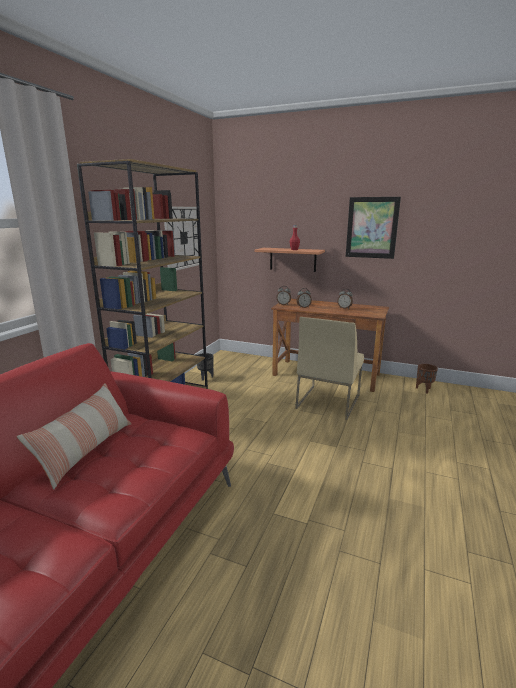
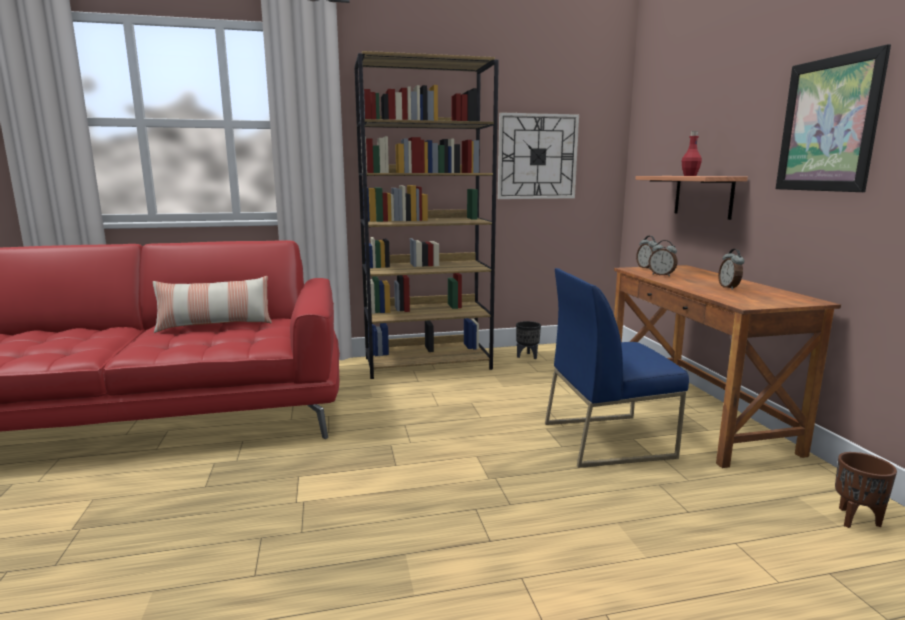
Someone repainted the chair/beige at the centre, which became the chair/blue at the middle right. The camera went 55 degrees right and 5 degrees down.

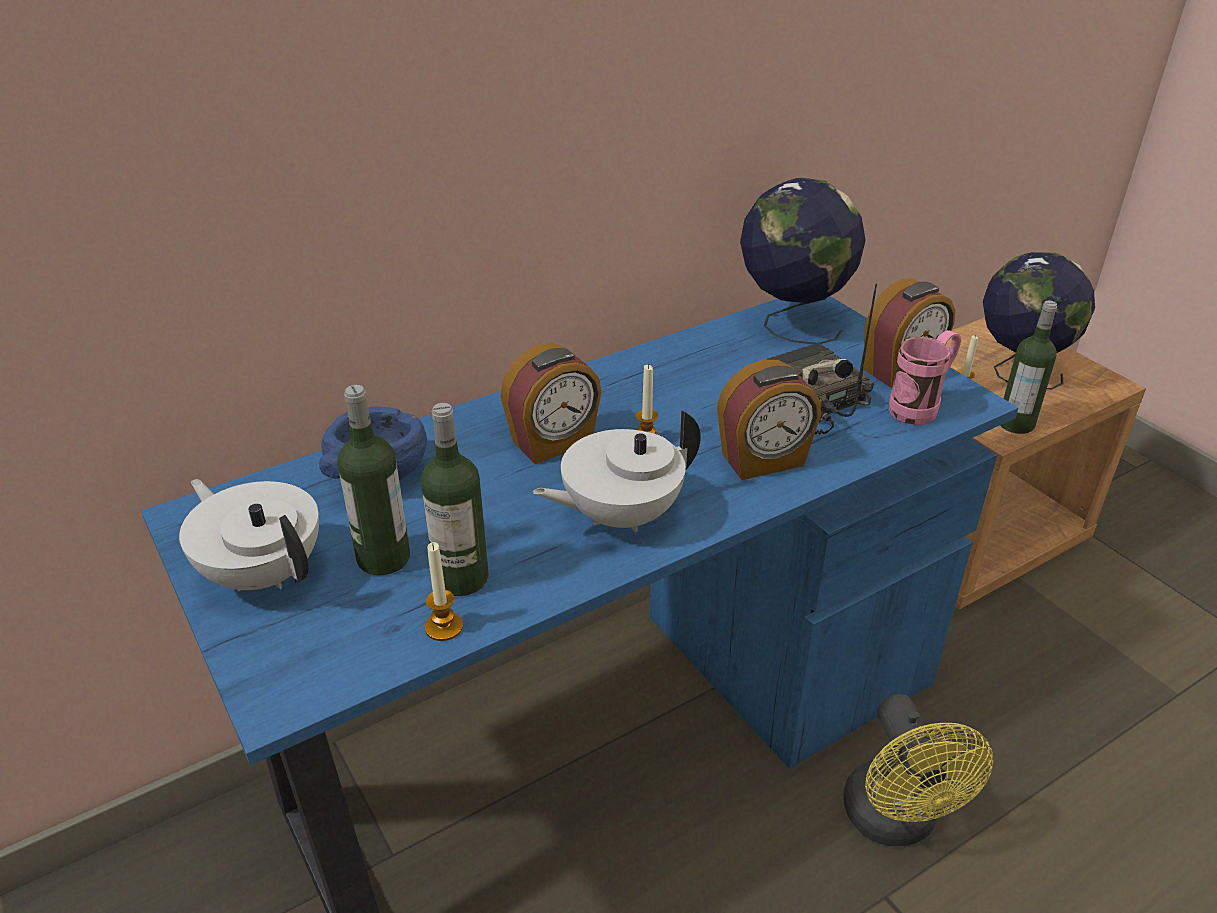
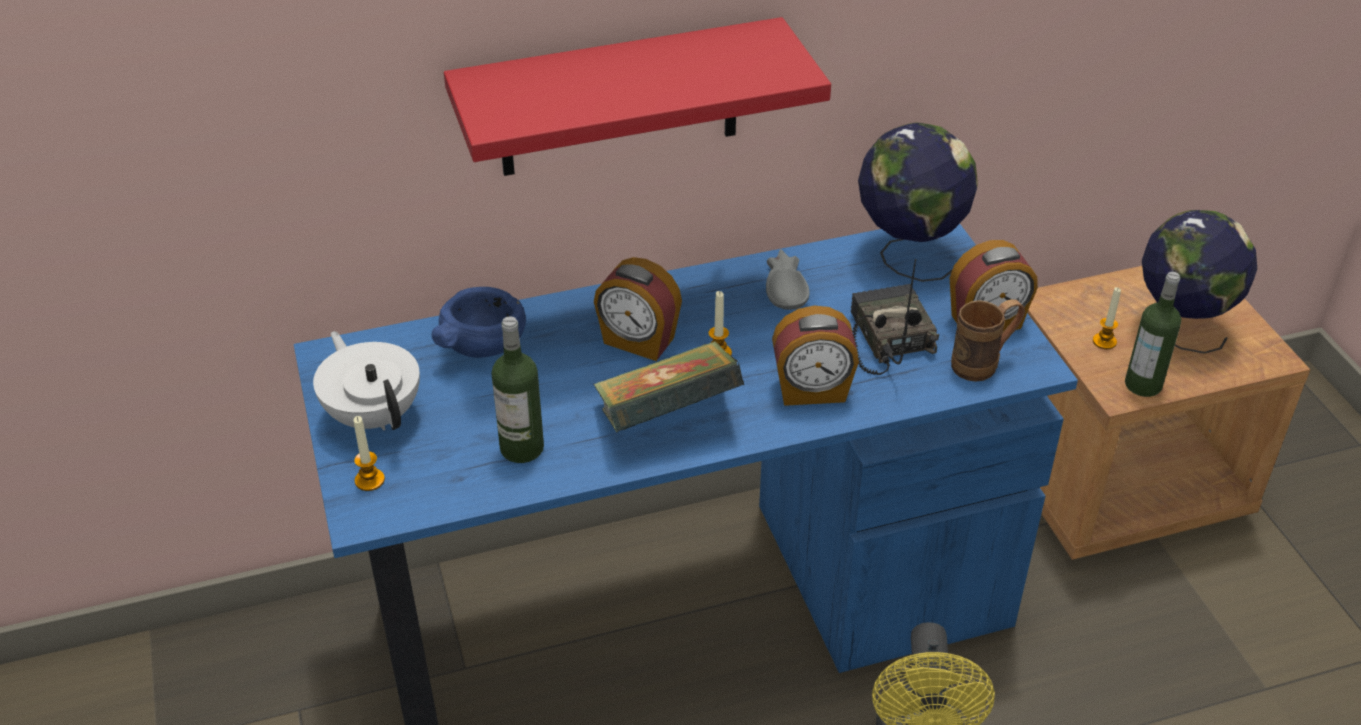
Someone took away the bottle (1st from left) at the middle left. Someone put up the shelf/red at the top centre. Someone put down the bowl/grey at the centre. Someone carried the candle (1st from left) from the centre to the middle left. Someone swapped the teapot/white (2nd from left) at the centre for the book at the centre. Someone repainted the mug/pink at the middle right, which became the mug/brown at the middle right. Someone rotated the alarm clock (1st from left) at the centre by 45 degrees clockwise. The camera went 15 degrees right and 5 degrees up.

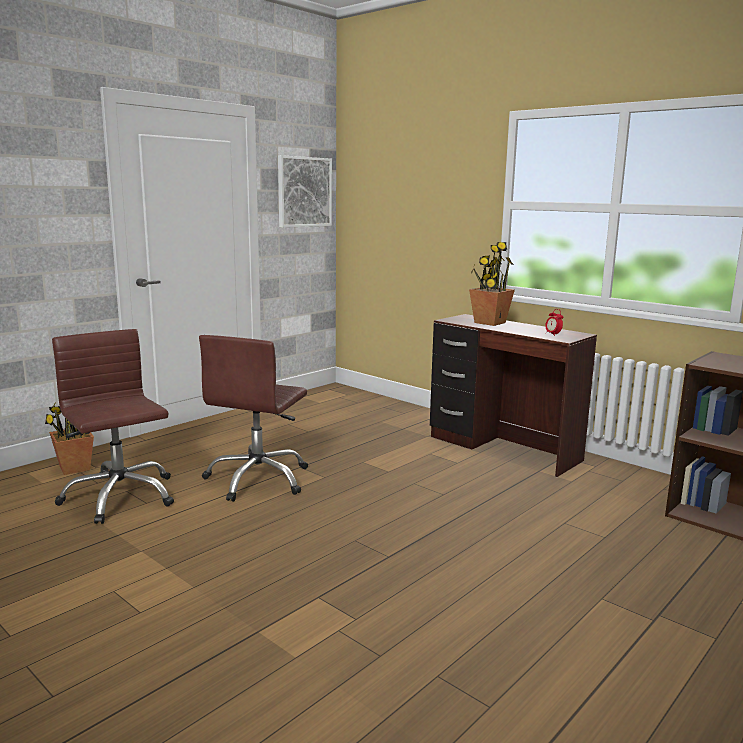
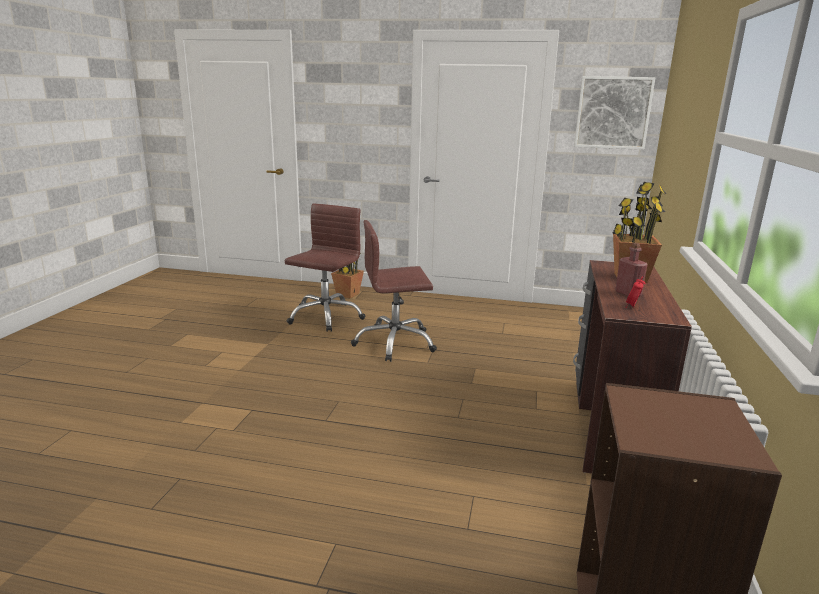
Someone put down the bottle/red at the middle right. The camera went 60 degrees right and 5 degrees up.

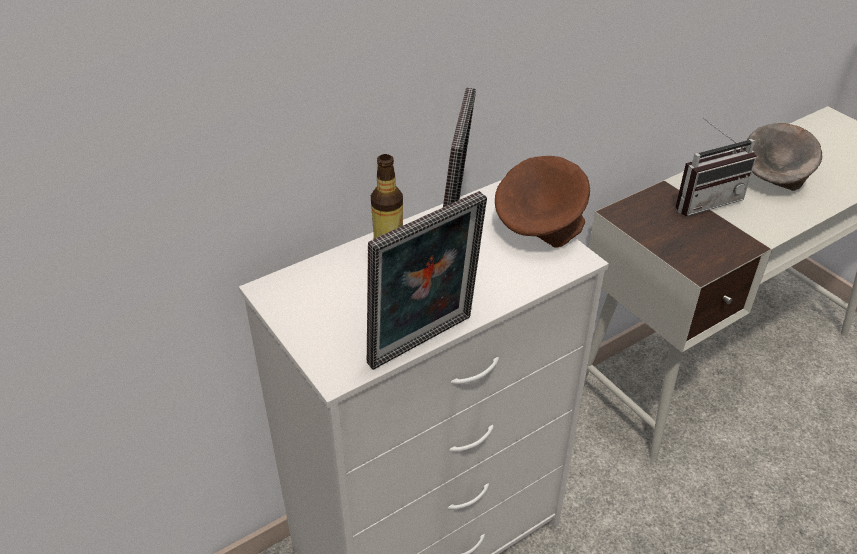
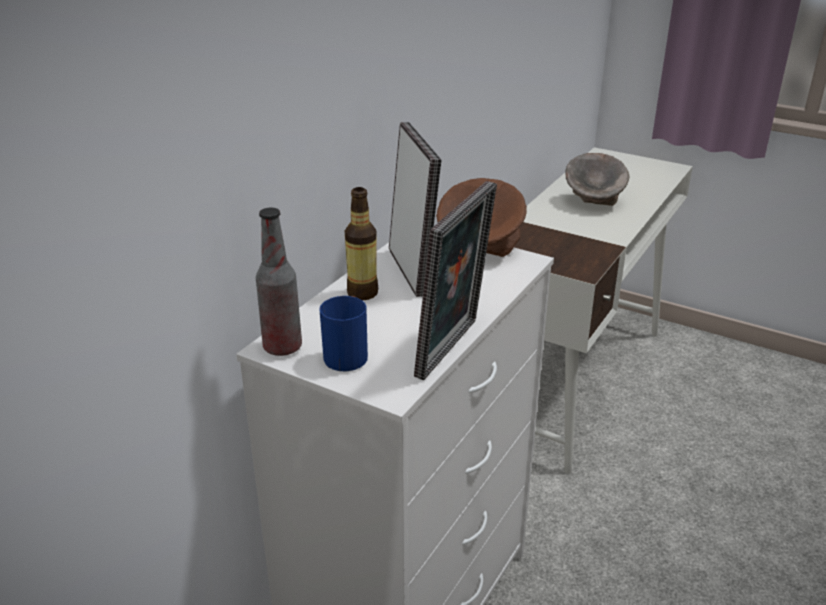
Someone took away the radio at the top right. Someone put down the bottle (1st from left) at the centre. Someone put down the mug/blue at the centre. The camera went 25 degrees left and 10 degrees down.

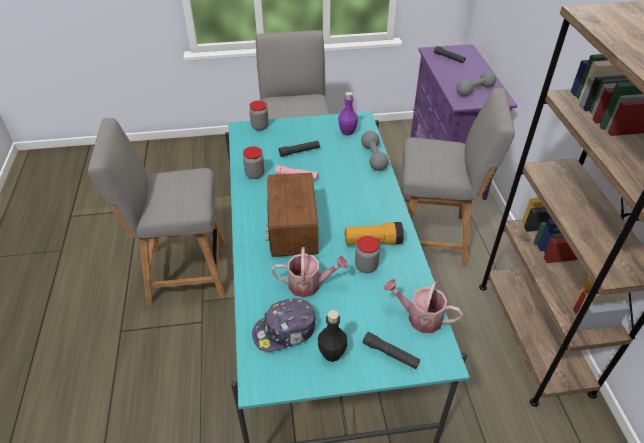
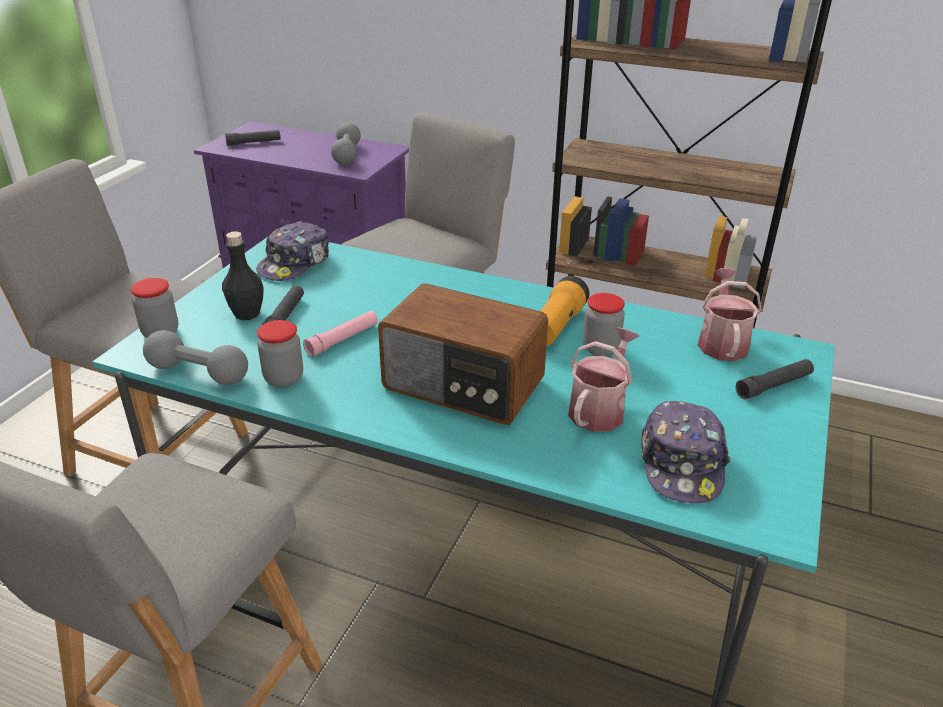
Someone carried the bottle/black from the bottom centre to the middle left. Someone carried the dumbbell/grey (1st from left) from the centre to the middle left. Someone swapped the bottle/purple at the top centre for the cap (1st from left) at the middle left. Someone rotated the watering can (2nd from left) at the bottom centre by 135 degrees clockwise. The camera went 60 degrees left and 10 degrees down.

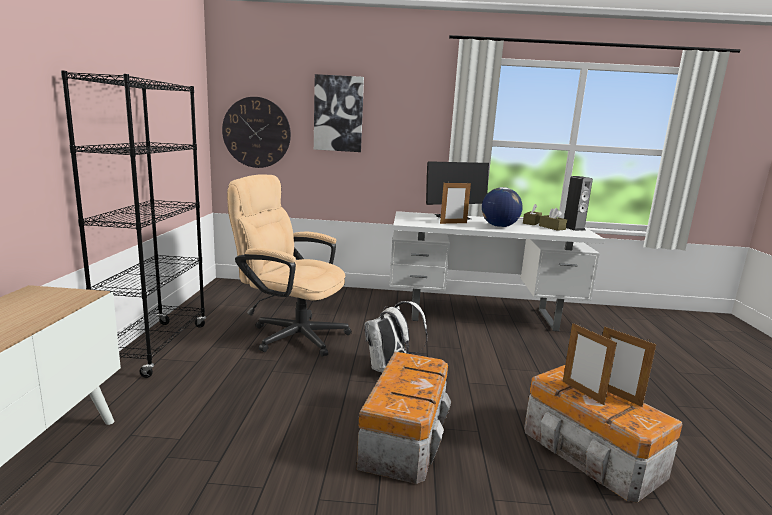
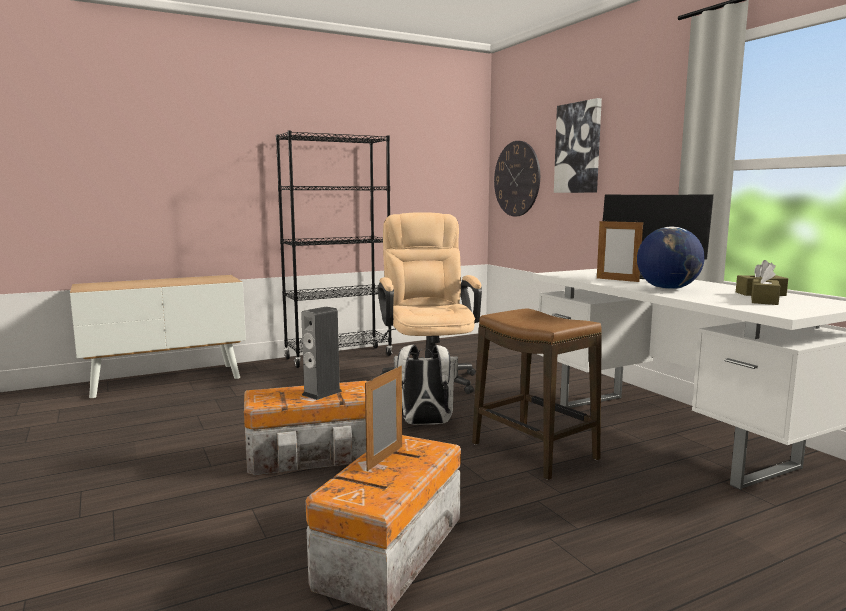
Someone took away the picture frame (3rd from left) at the bottom right. Someone put down the stool at the centre. Someone carried the speaker from the middle right to the centre. The camera went 60 degrees right and 5 degrees down.

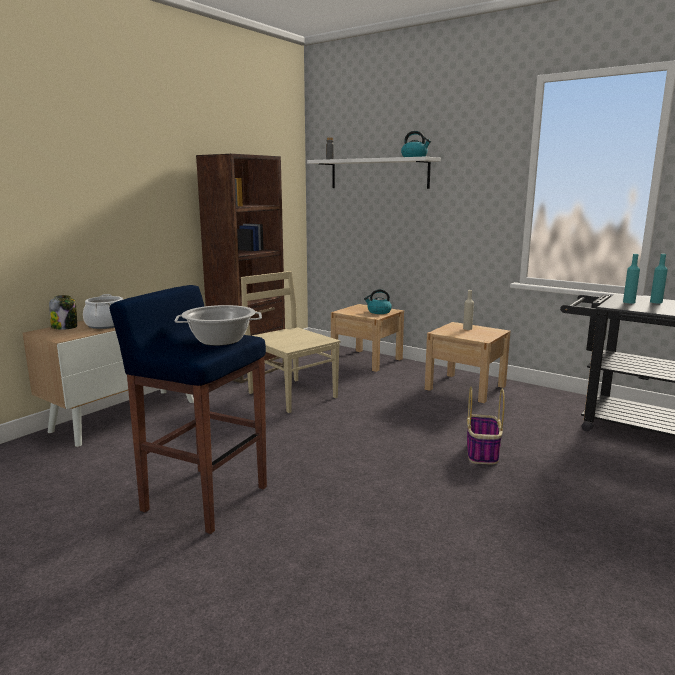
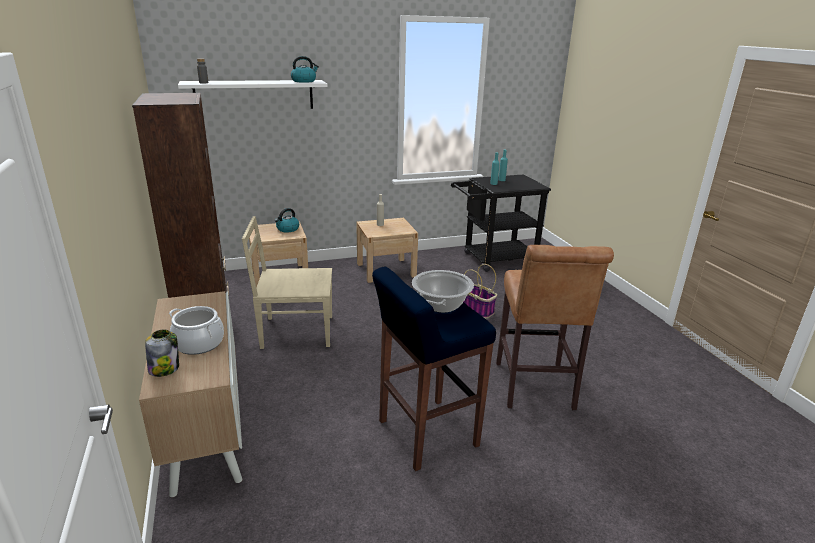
Someone put down the stool/brown at the middle right. The camera went 55 degrees left and 10 degrees up.

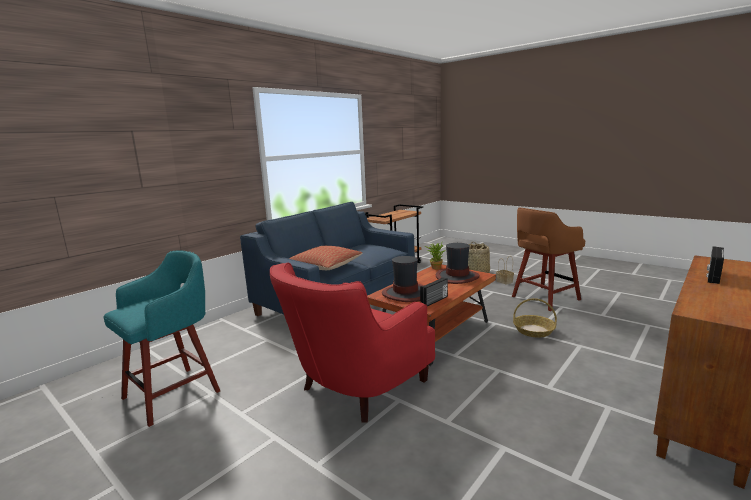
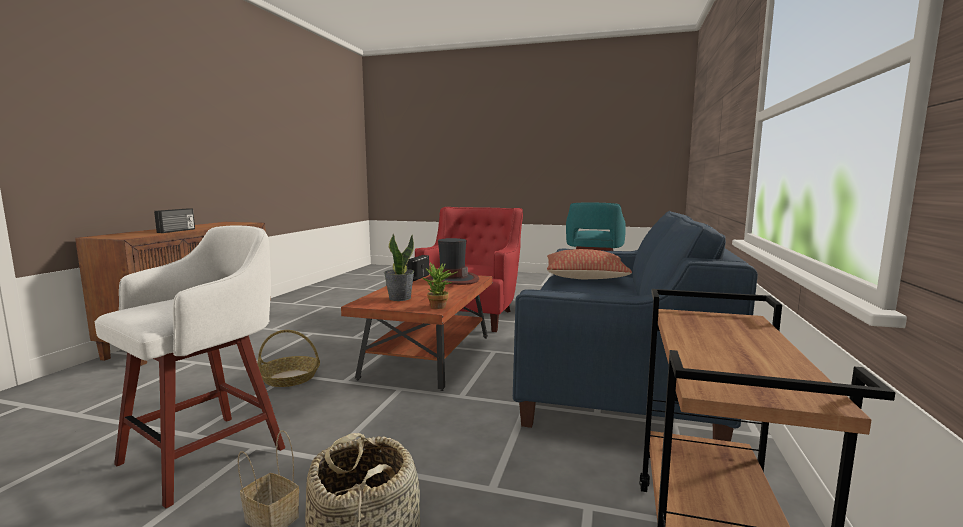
Someone swapped the hat (2nd from left) at the centre for the potted plant (1st from left) at the centre. Someone repainted the stool/brown at the middle right, which became the stool/white at the bottom left. The camera went 155 degrees right and 5 degrees down.

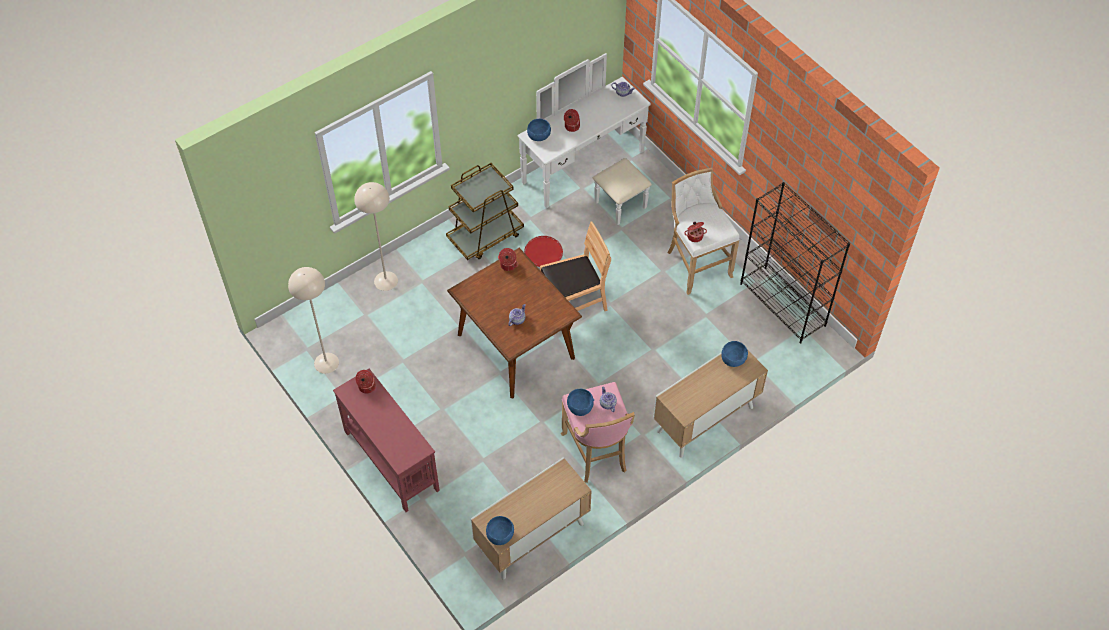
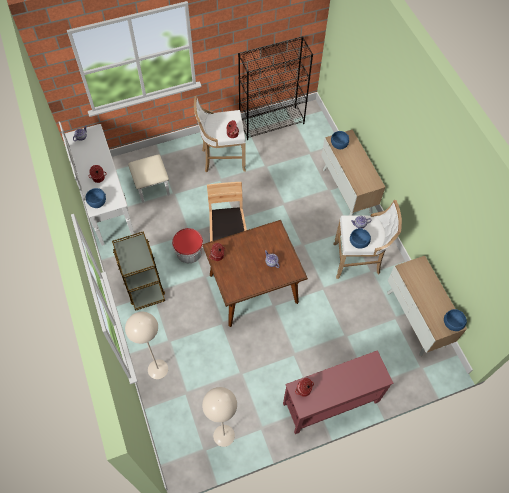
Someone repainted the stool/pink at the bottom centre, which became the stool/white (2nd from left) at the middle right. The camera went 75 degrees left and 5 degrees up.

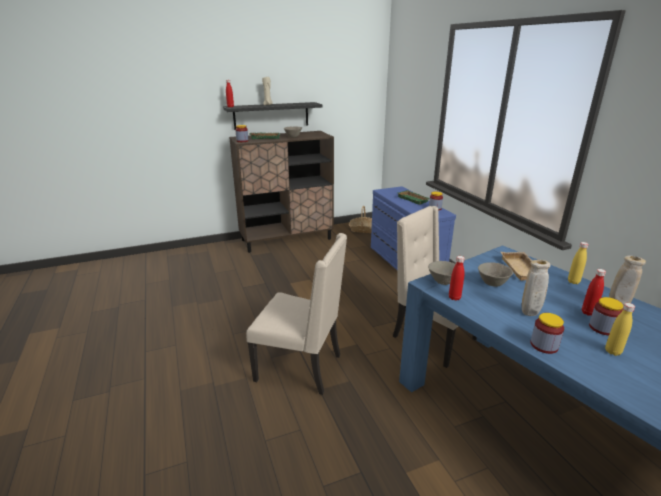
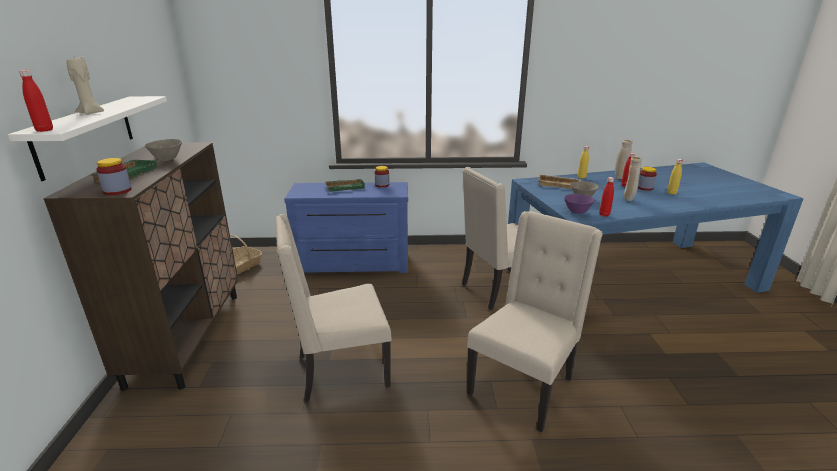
Someone took away the jar (3rd from left) at the bottom right. Someone put down the chair/beige (1st from left) at the centre. Someone repainted the shelf/black at the top centre, which became the shelf/white at the top left. Someone repainted the bowl/grey (2nd from left) at the middle right, which became the bowl/purple at the middle right. The camera went 70 degrees left and 0 degrees up.

